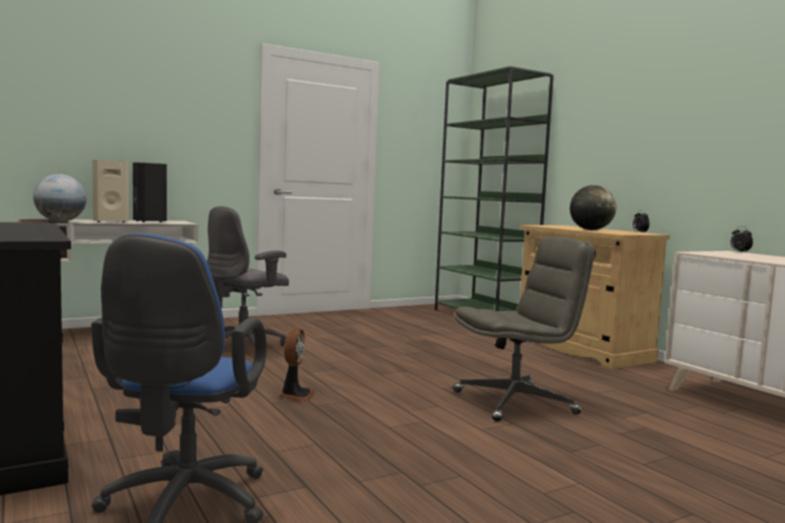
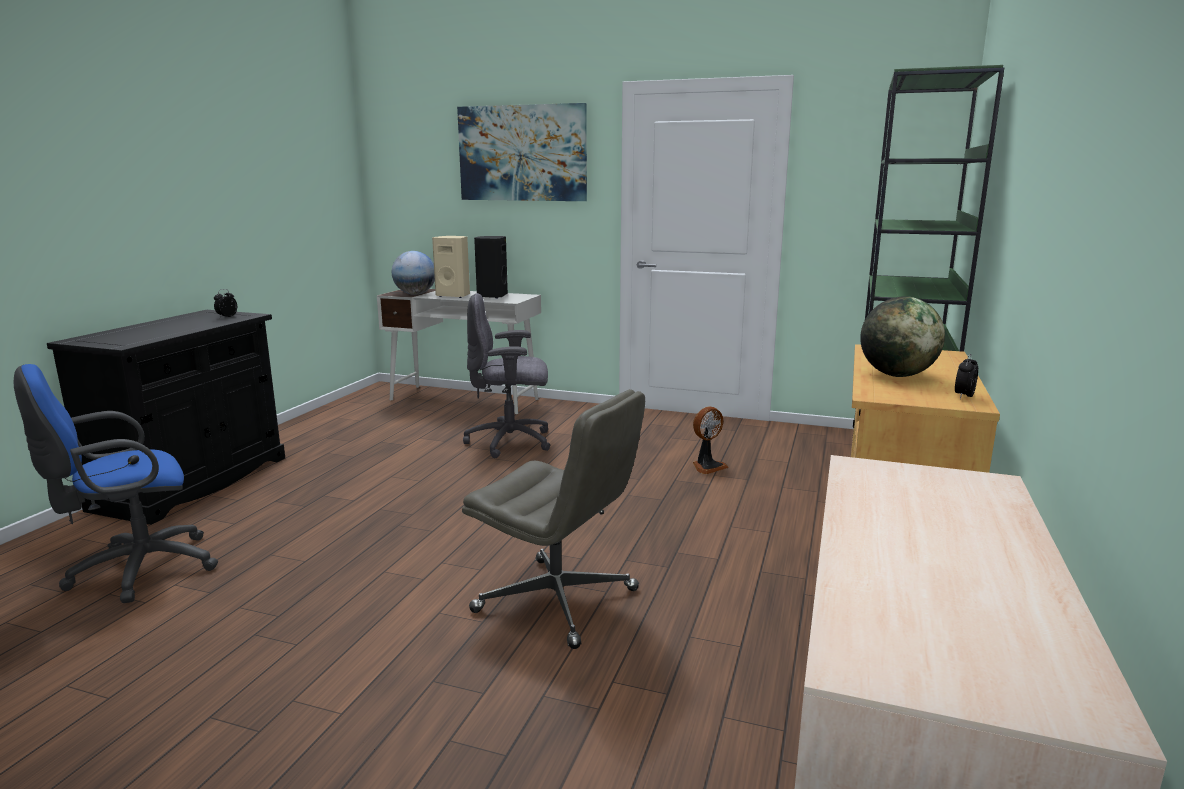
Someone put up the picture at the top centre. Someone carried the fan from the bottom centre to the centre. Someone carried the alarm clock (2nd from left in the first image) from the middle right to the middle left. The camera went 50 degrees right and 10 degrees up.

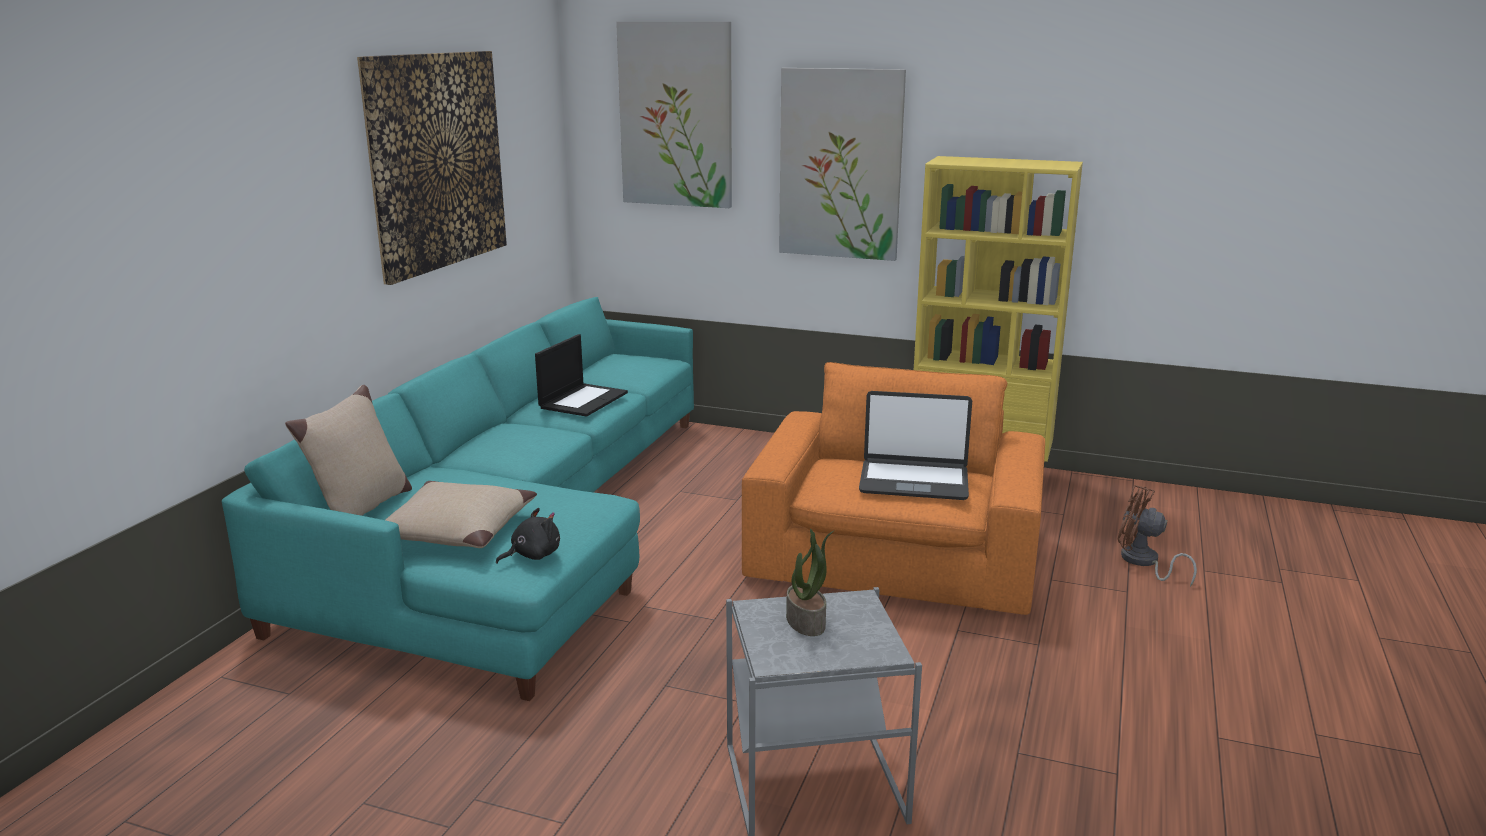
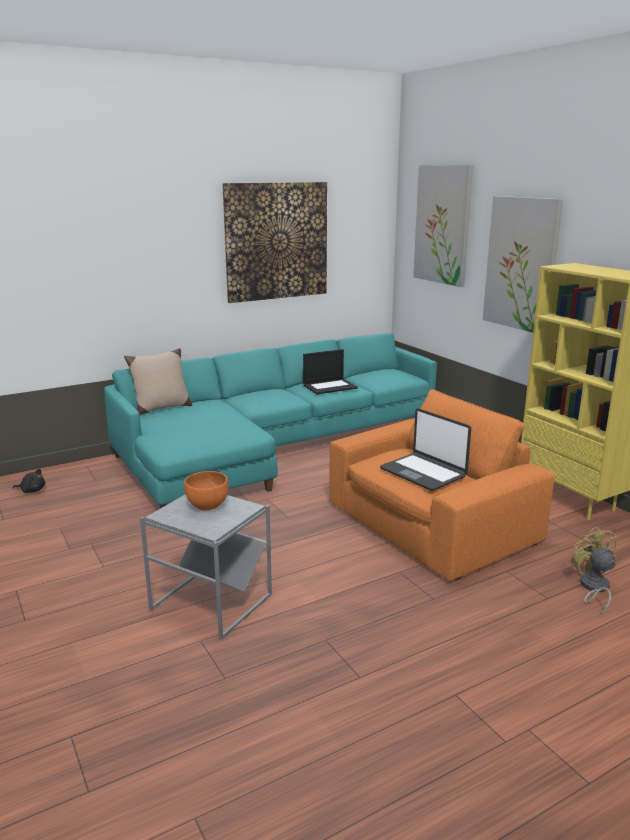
Someone took away the pillow/beige (2nd from left) at the middle left. Someone carried the plush toy/black from the centre to the middle left. Someone swapped the potted plant at the bottom centre for the bowl/orange at the middle left. Someone repainted the fan/brown at the middle right, which became the fan/yellow at the bottom right. The camera went 40 degrees right and 0 degrees up.

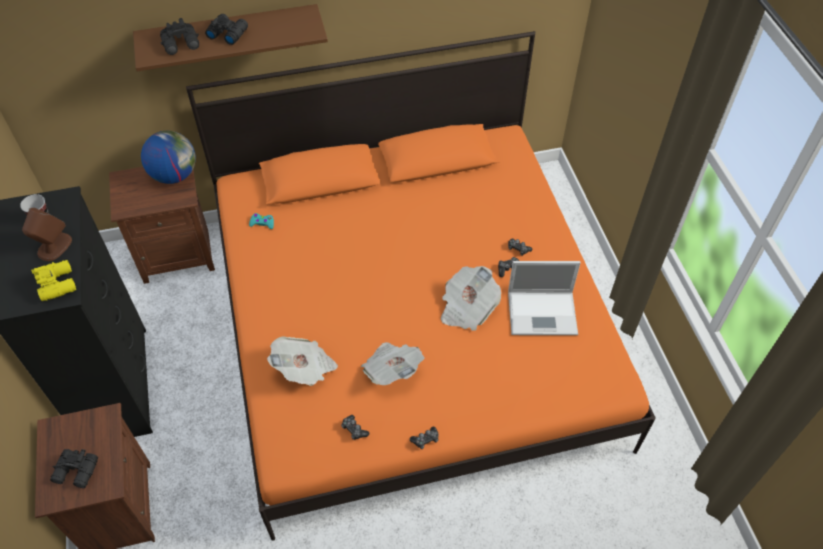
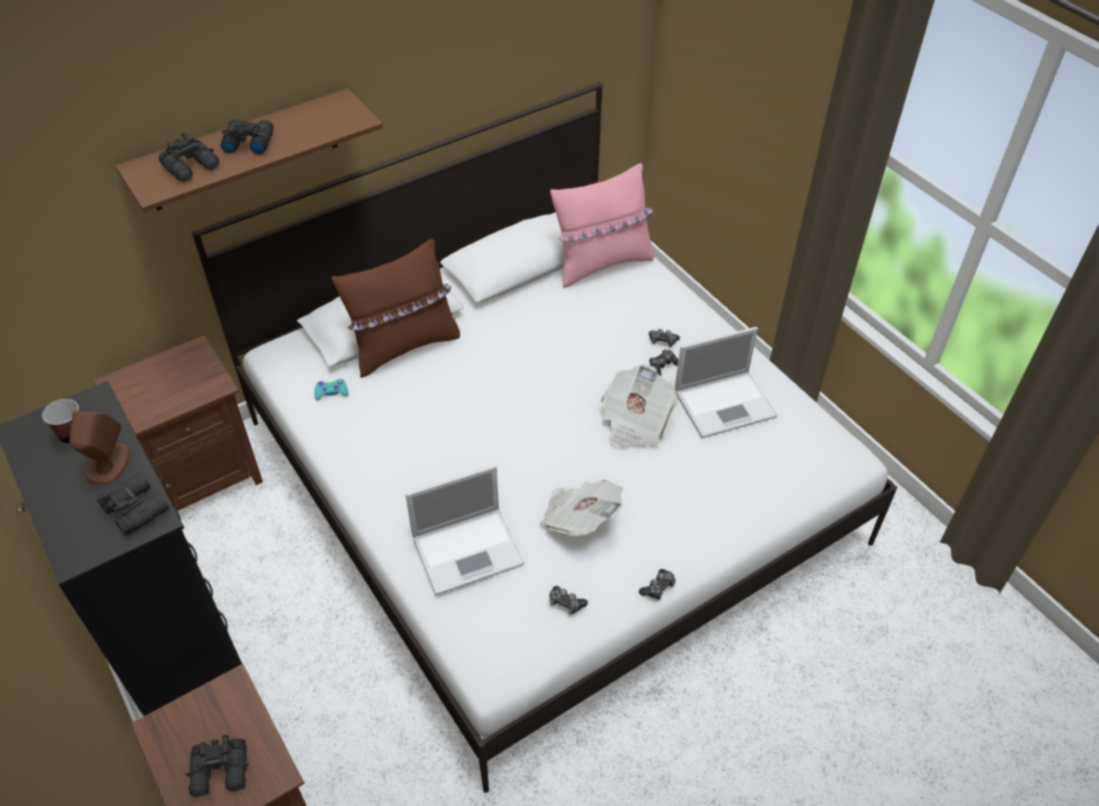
Someone took away the globe at the top left. Someone put down the pillow/brown at the centre. Someone put down the pillow/pink at the top centre. Someone swapped the newspaper (1st from left) at the centre for the laptop (1st from left) at the centre. Someone repainted the binoculars/yellow at the middle left, which became the binoculars/black (1st from left) at the middle left. Someone repainted the bed/orange at the centre, which became the bed/white at the centre. The camera went 20 degrees left and 5 degrees down.

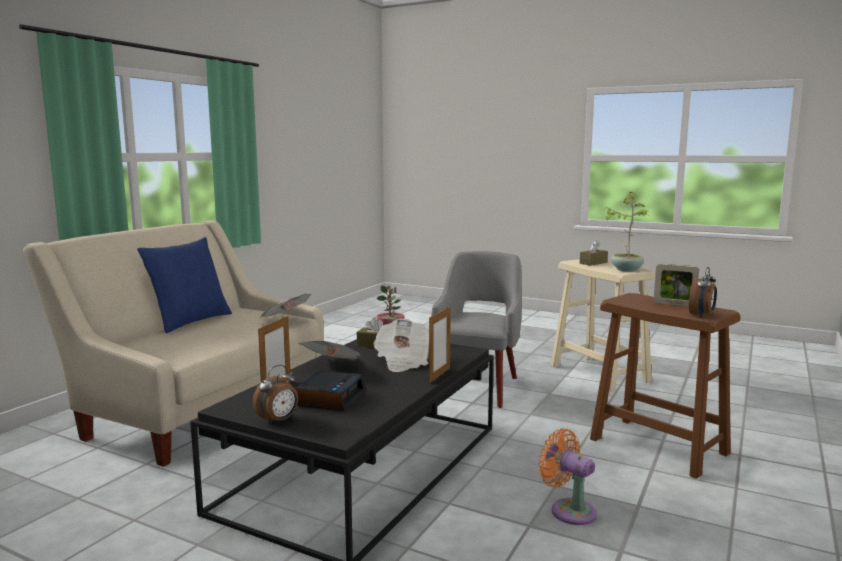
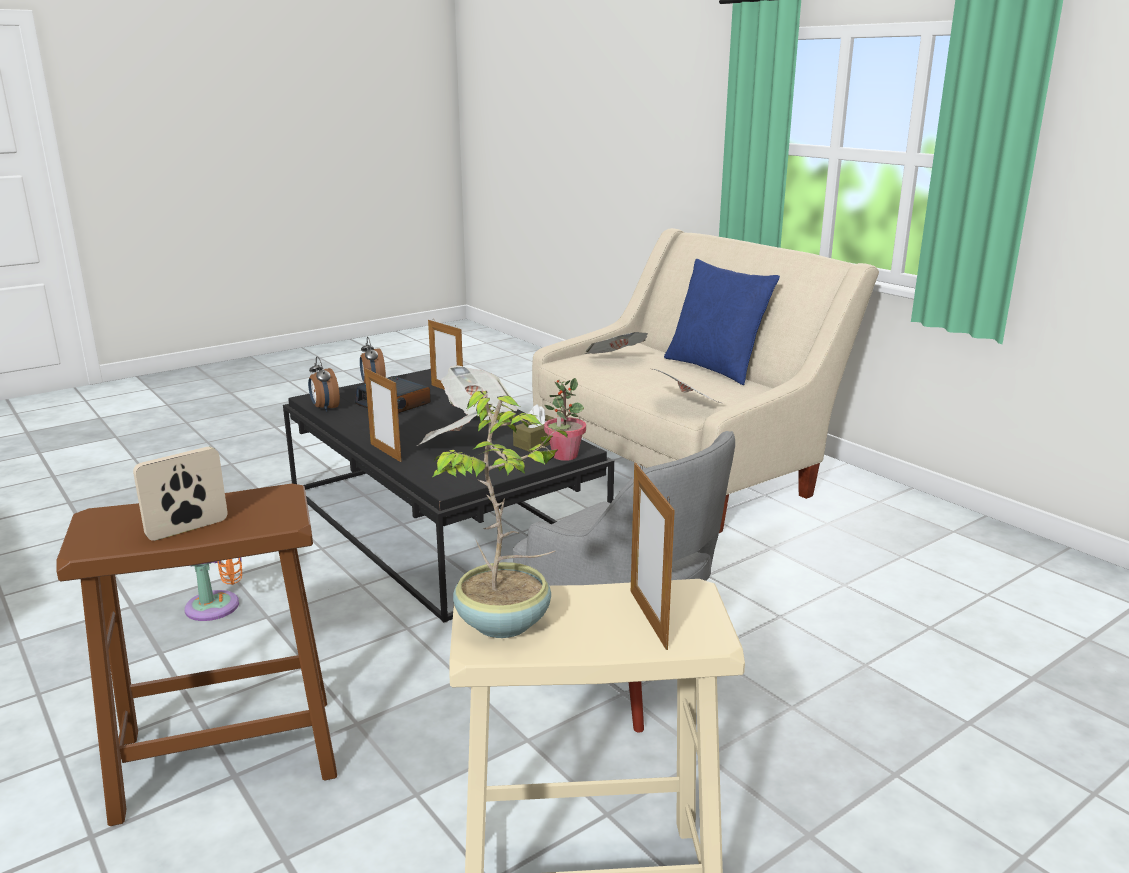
Someone put down the newspaper (3rd from left) at the centre. Someone carried the alarm clock (3rd from left in the first image) from the middle right to the middle left. Someone swapped the tissue box/brown (2nd from left) at the middle right for the picture frame (4th from left) at the centre. The camera went 115 degrees right and 10 degrees up.

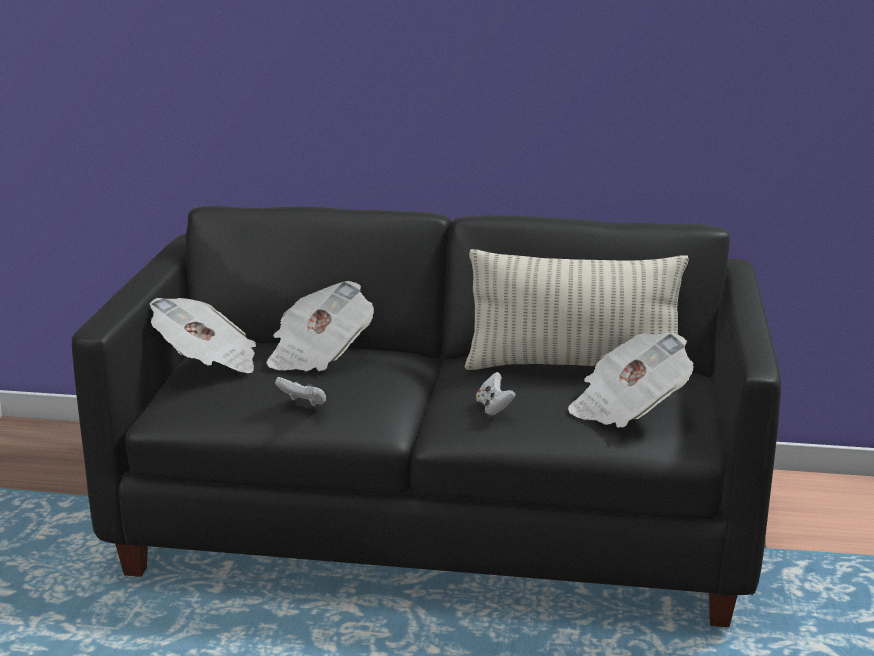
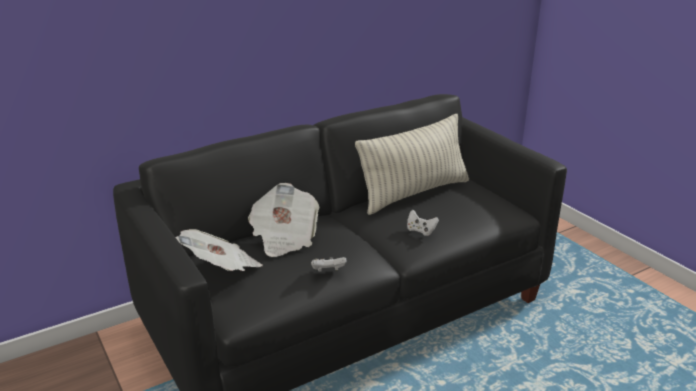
Someone took away the newspaper (3rd from left) at the middle right. The camera went 40 degrees left and 5 degrees up.

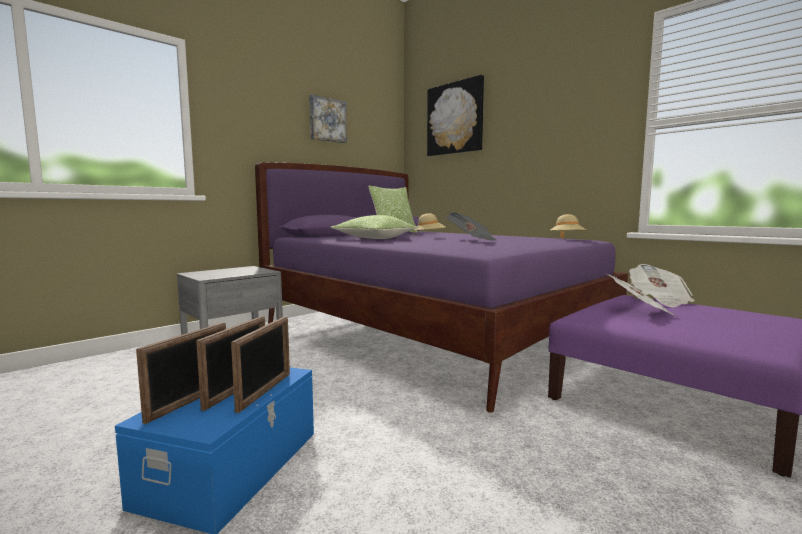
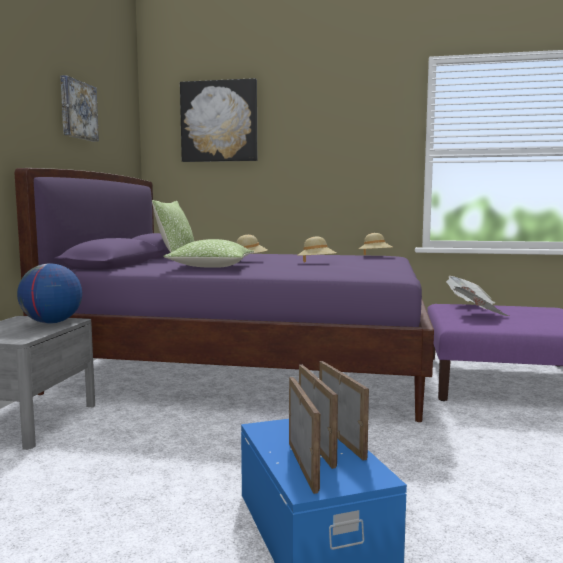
Someone put down the globe at the middle left. Someone swapped the newspaper (1st from left) at the centre for the hat/beige (2nd from left) at the centre. The camera went 35 degrees left and 0 degrees up.

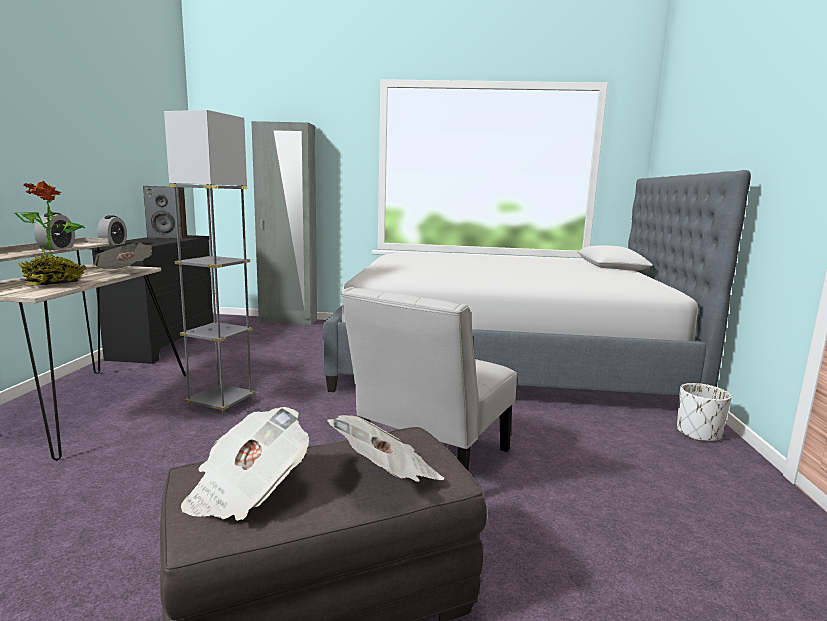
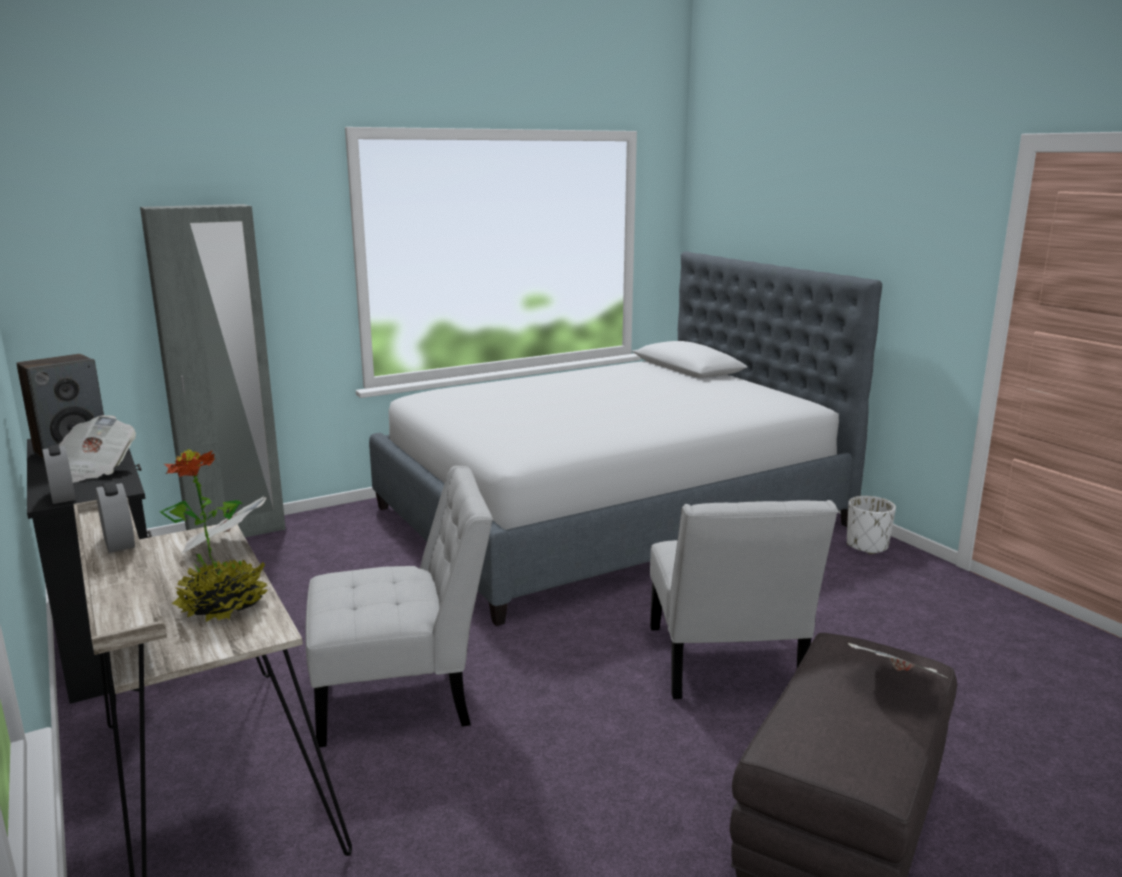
Someone carried the newspaper (2nd from left in the first image) from the bottom left to the middle left. Someone swapped the floor lamp/grey at the middle left for the chair/white (1st from left) at the bottom centre. The camera went 35 degrees left and 5 degrees up.

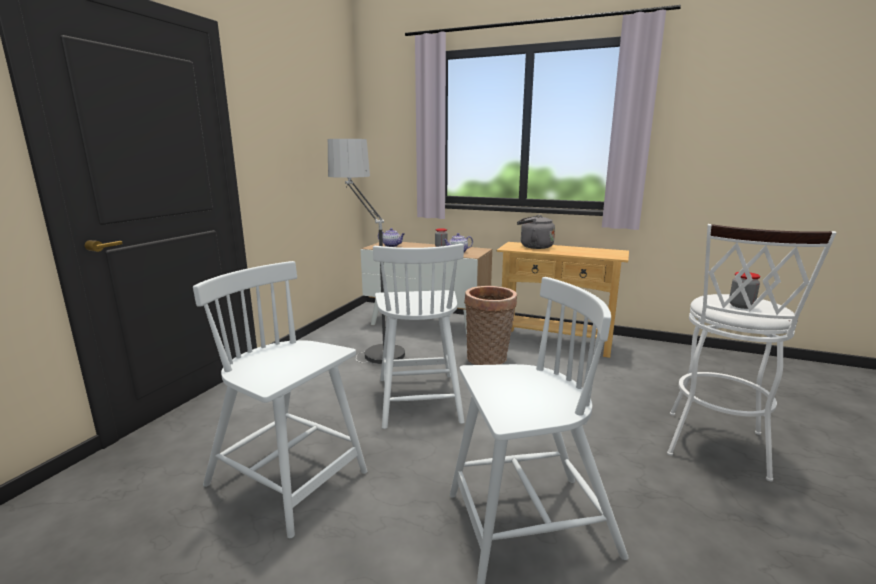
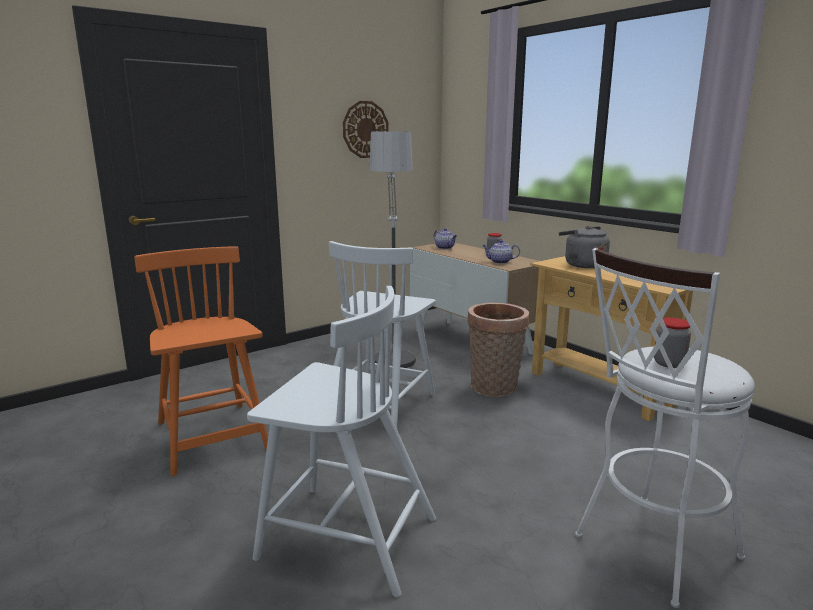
Someone put up the wall clock at the top centre. Someone repainted the chair/white (1st from left) at the bottom left, which became the chair/orange at the middle left. The camera went 30 degrees right and 0 degrees up.

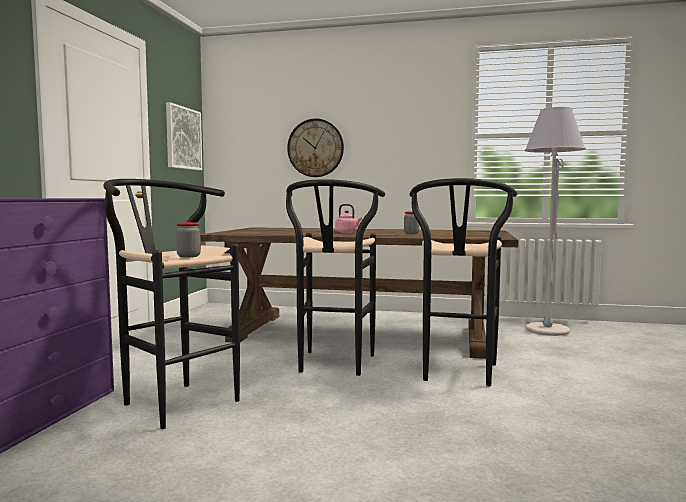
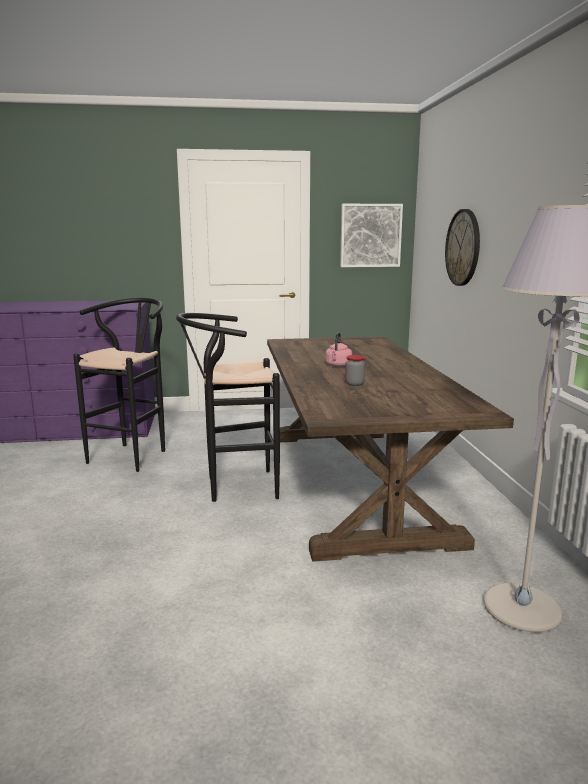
Someone took away the jar (1st from left) at the middle left. Someone took away the stool/black (3rd from left) at the middle right. The camera went 70 degrees right and 10 degrees up.

